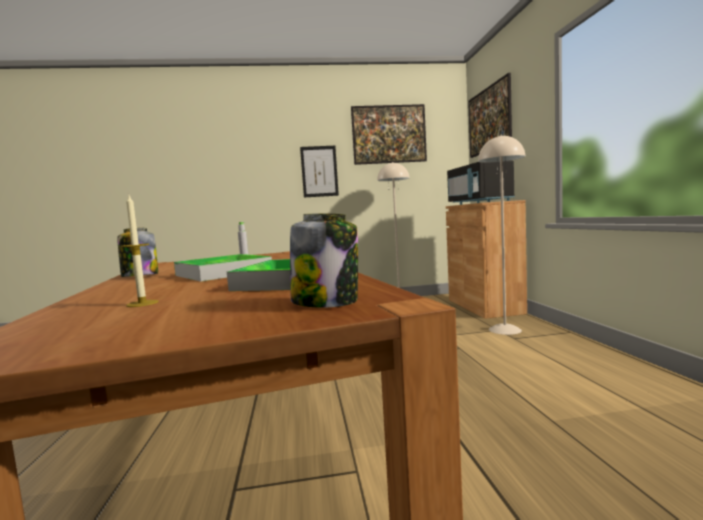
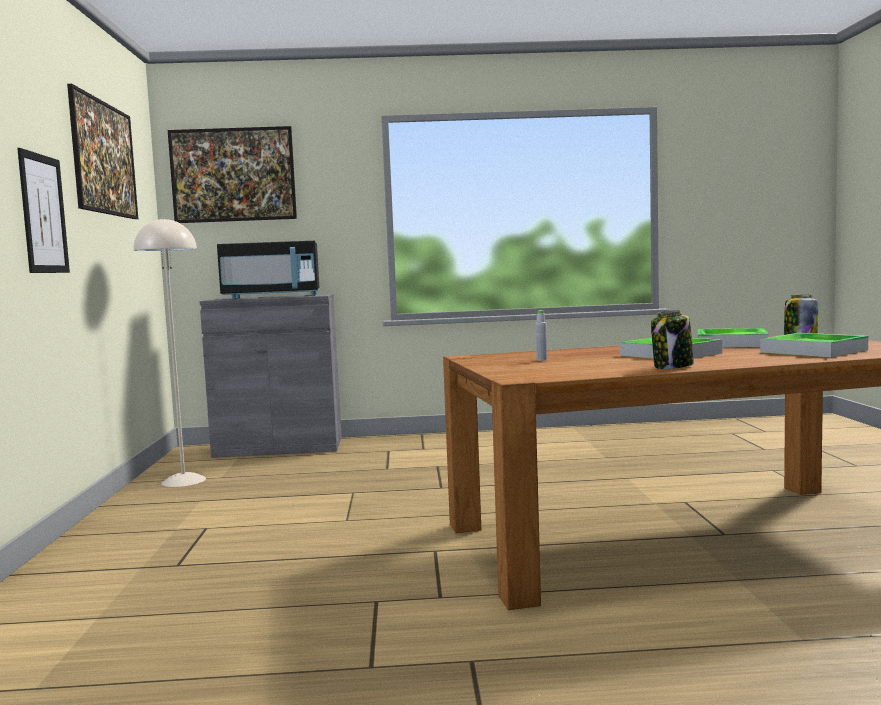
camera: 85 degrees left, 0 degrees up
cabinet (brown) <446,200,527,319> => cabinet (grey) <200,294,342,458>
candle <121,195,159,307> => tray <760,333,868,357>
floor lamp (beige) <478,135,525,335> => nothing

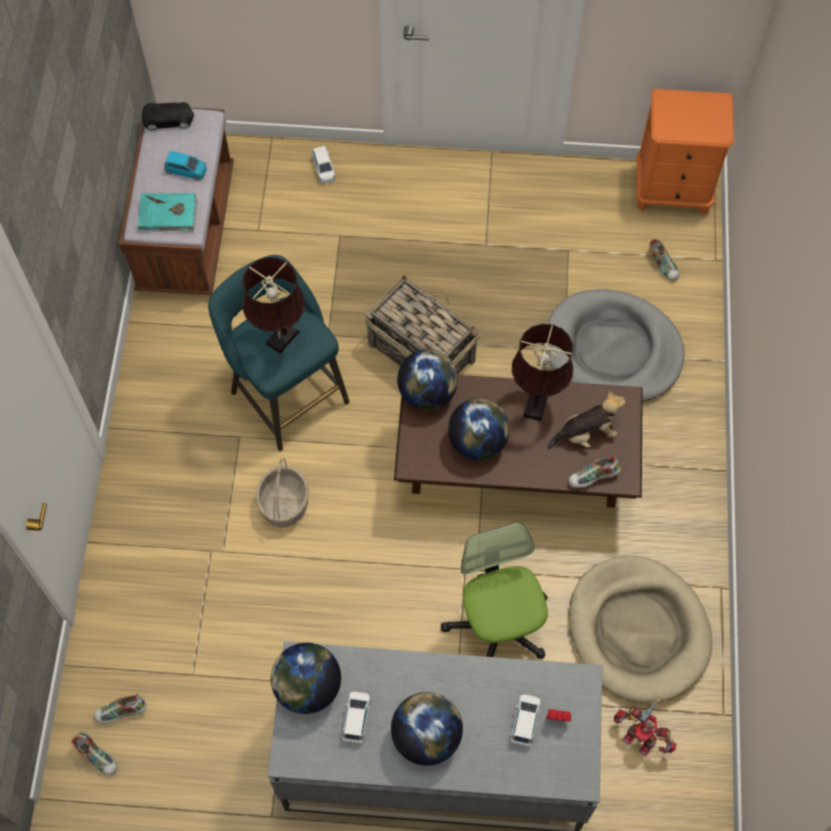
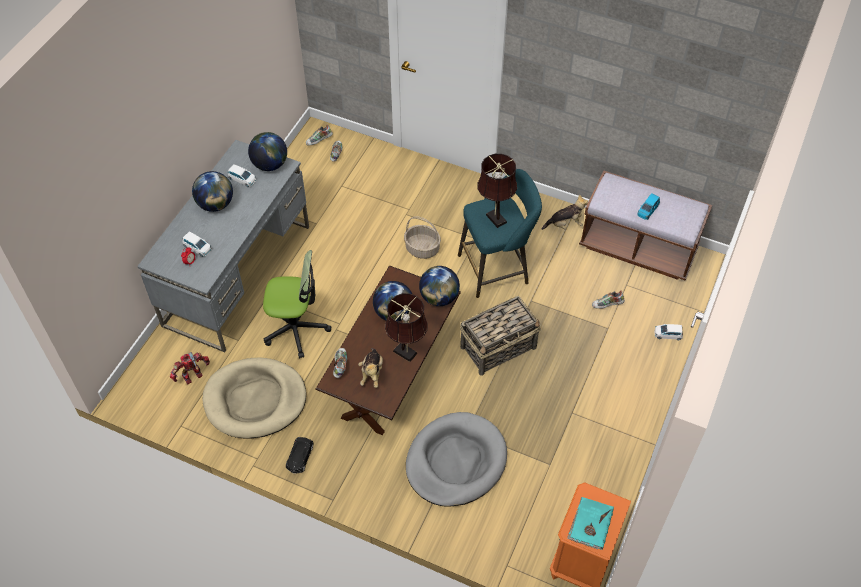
camera: 110 degrees right, 10 degrees down
toy car (black) <142,102,195,130> => toy car (black) <286,437,314,473>, move
nothing => plush toy <542,194,588,230>
book (turquoise) <138,193,198,232> => book (turquoise) <567,497,614,550>, move
shoe <650,239,679,281> => shoe <592,290,625,309>, move

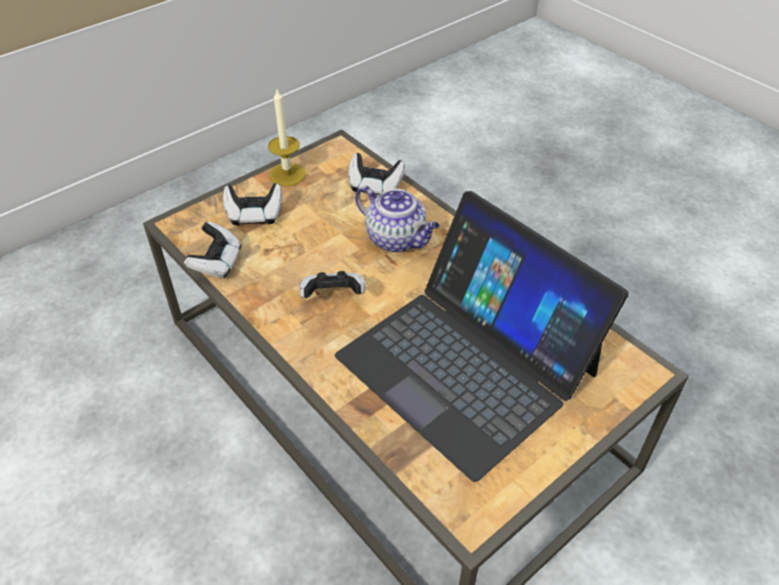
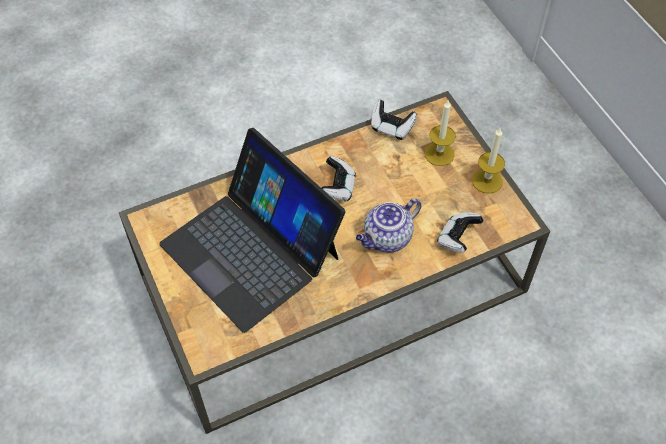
camera: 105 degrees right, 10 degrees up
laptop <335,191,629,482> => laptop <159,128,345,333>, 105 degrees counterclockwise
game controller <223,183,282,226> => candle <425,101,456,166>

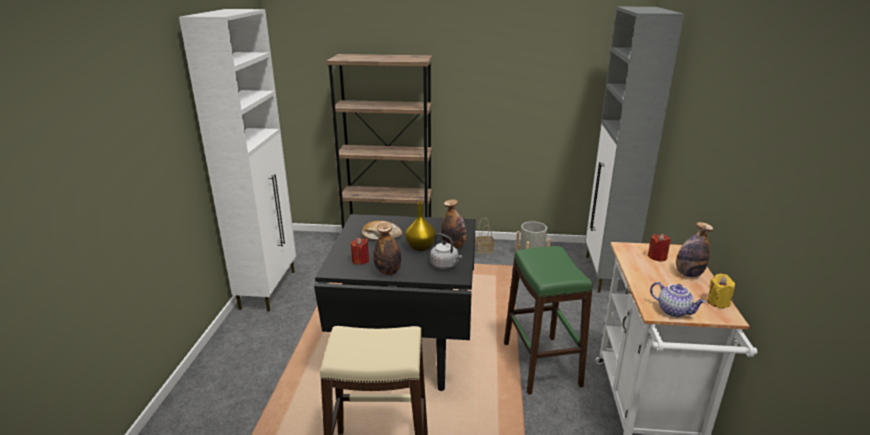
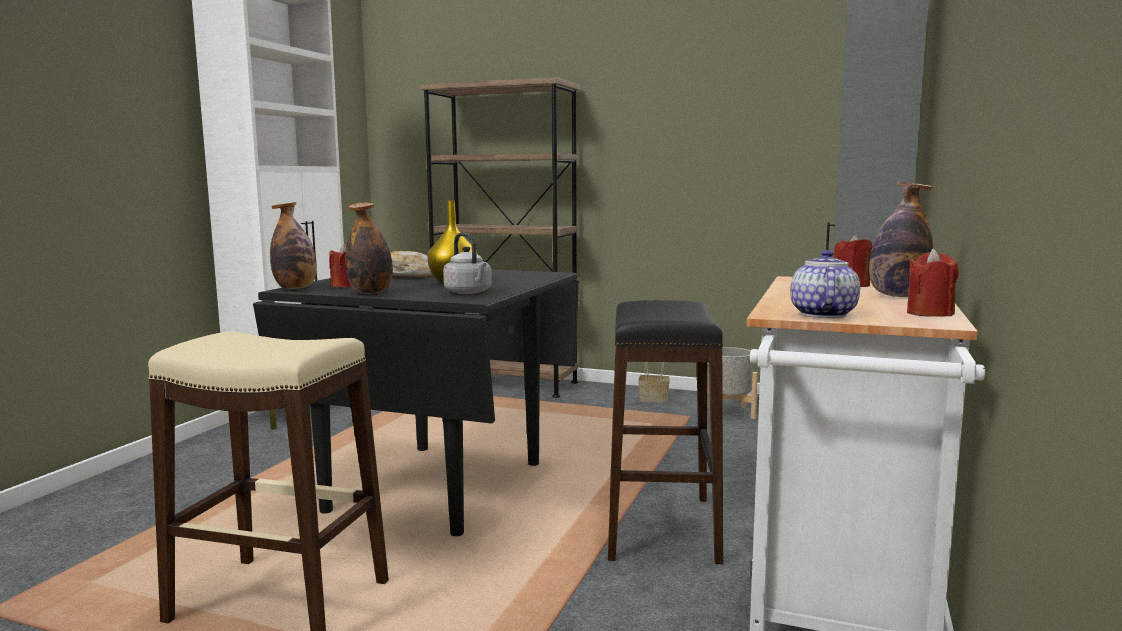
camera: 15 degrees right, 15 degrees down
bottle <441,199,466,248> => bottle <270,202,317,289>, move
stool (green) <504,246,593,395> => stool (black) <608,300,723,564>
teapot <650,282,706,317> => teapot <790,250,860,318>, 135 degrees counterclockwise
candle (yellow) <707,274,735,308> => candle (red) <907,249,959,317>

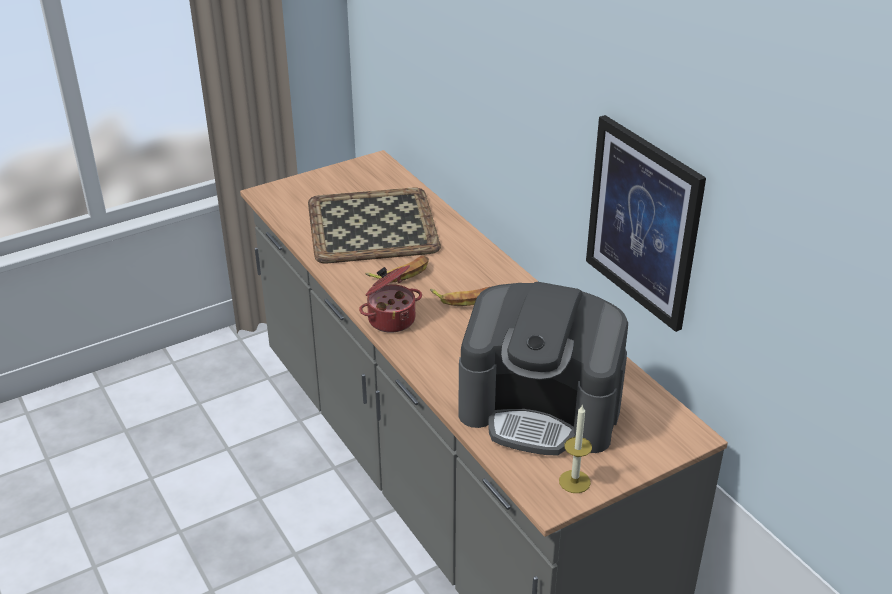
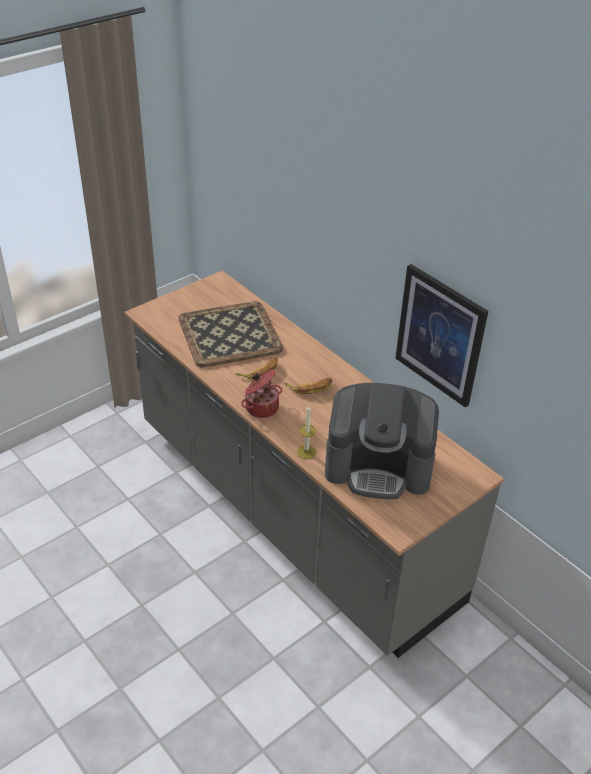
camera: 10 degrees left, 5 degrees up
candle <559,404,592,493> => candle <297,406,316,459>, move

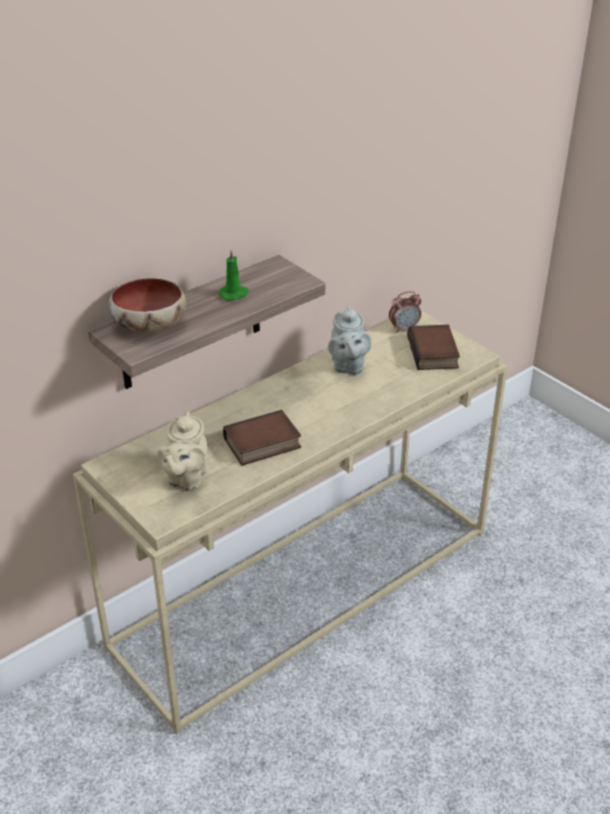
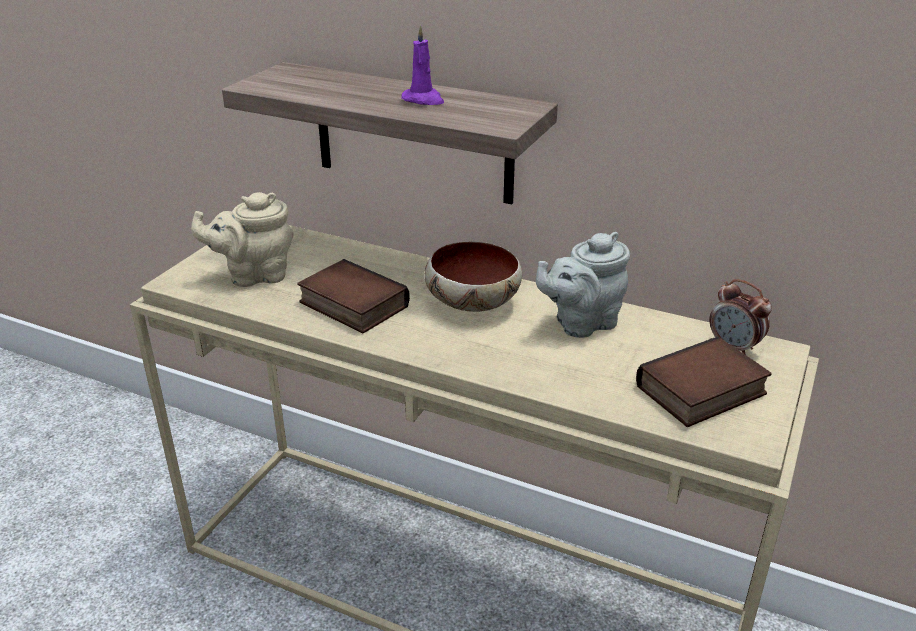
camera: 65 degrees right, 5 degrees down
candle (green) <219,249,249,301> => candle (purple) <401,25,444,105>
bowl <109,278,186,332> => bowl <425,241,522,312>, move

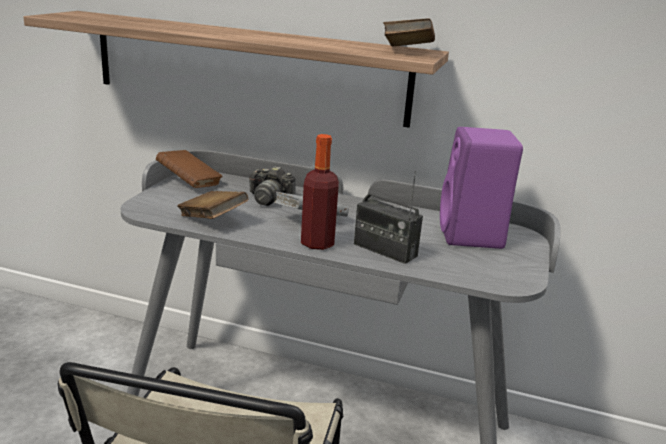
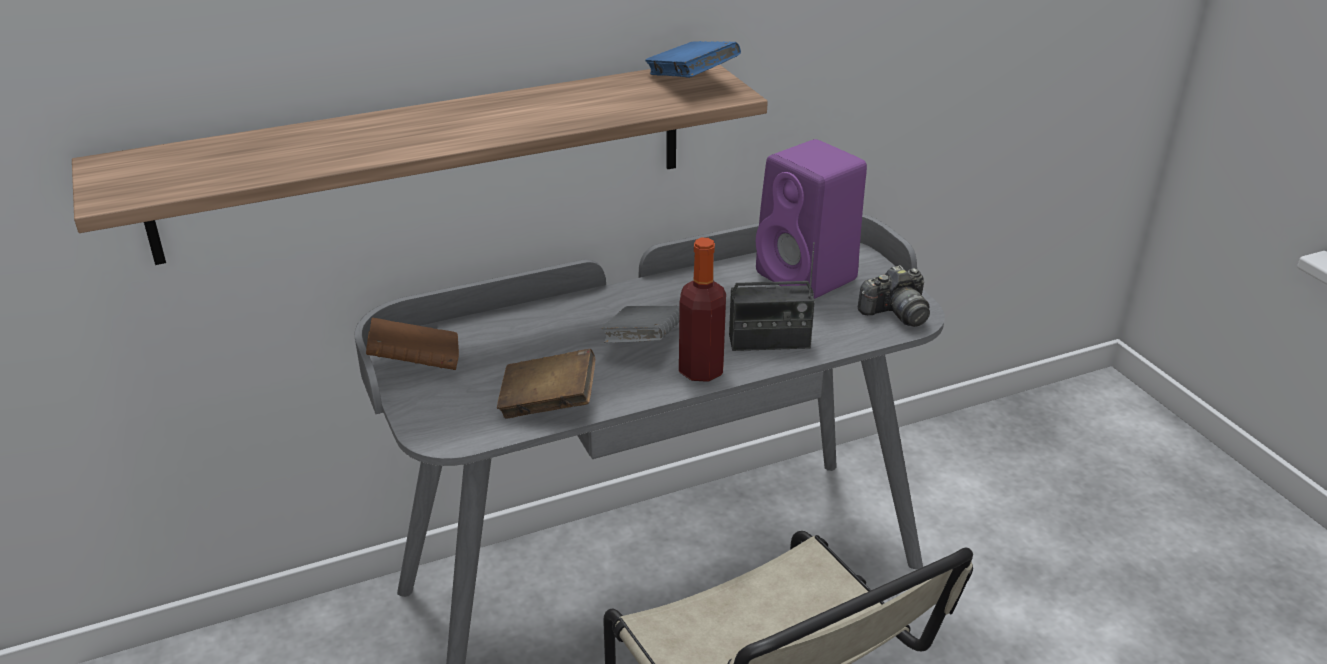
camera: 40 degrees left, 10 degrees up
book (brown) <383,18,435,46> => book (blue) <645,41,741,78>
photo camera <249,166,295,206> => photo camera <858,265,930,327>, move

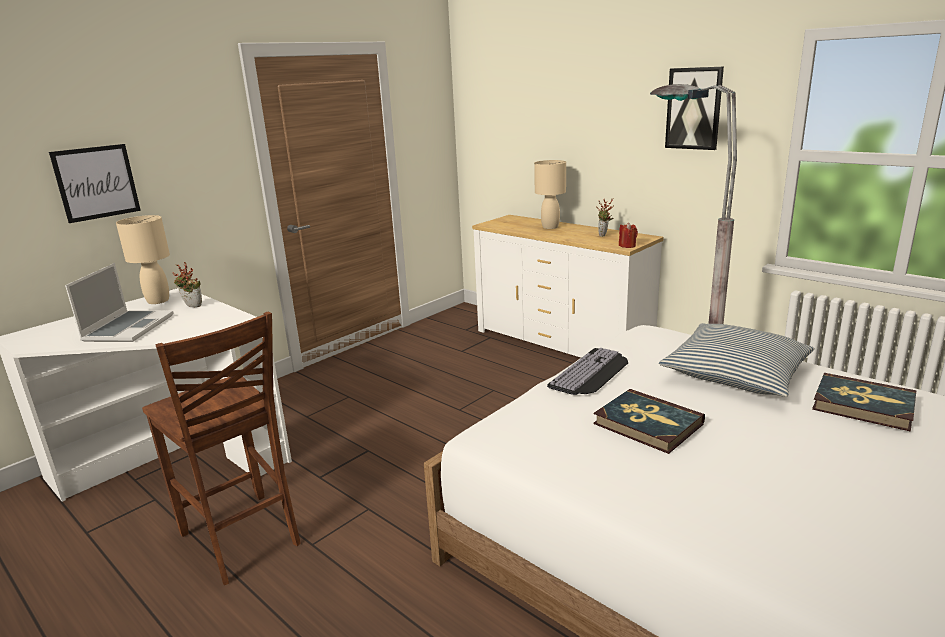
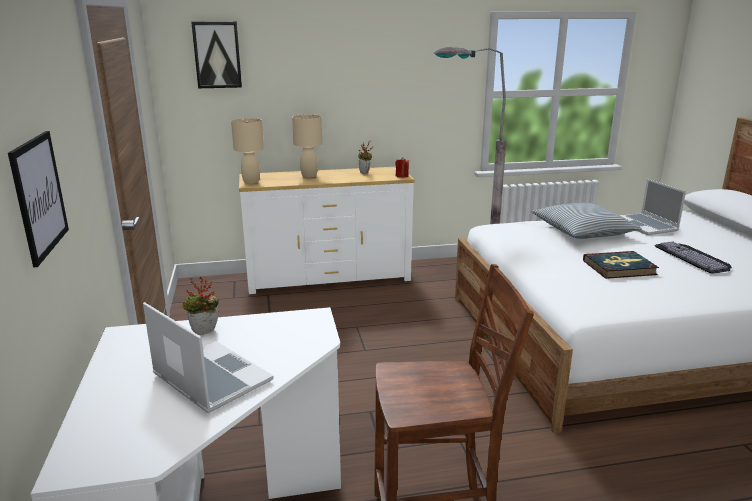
camera: 55 degrees left, 0 degrees up
picture <665,67,724,150> => picture <191,22,242,88>, move
table lamp (beige) <116,215,170,304> => table lamp (beige) <231,118,264,184>, move
book <812,373,916,432> => laptop <621,179,686,235>
keyboard <547,348,628,395> => keyboard <655,241,732,273>, move

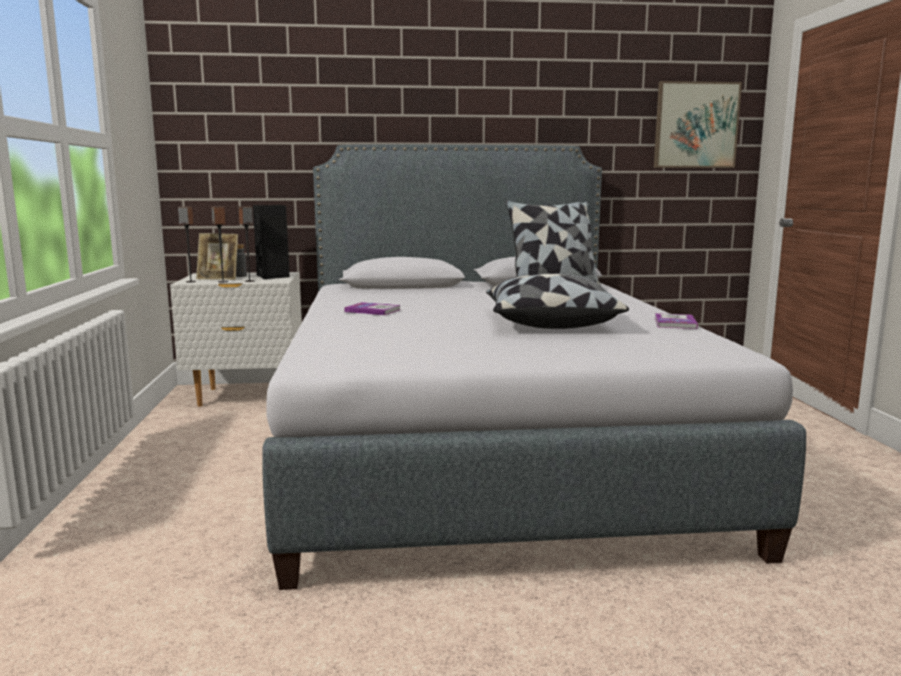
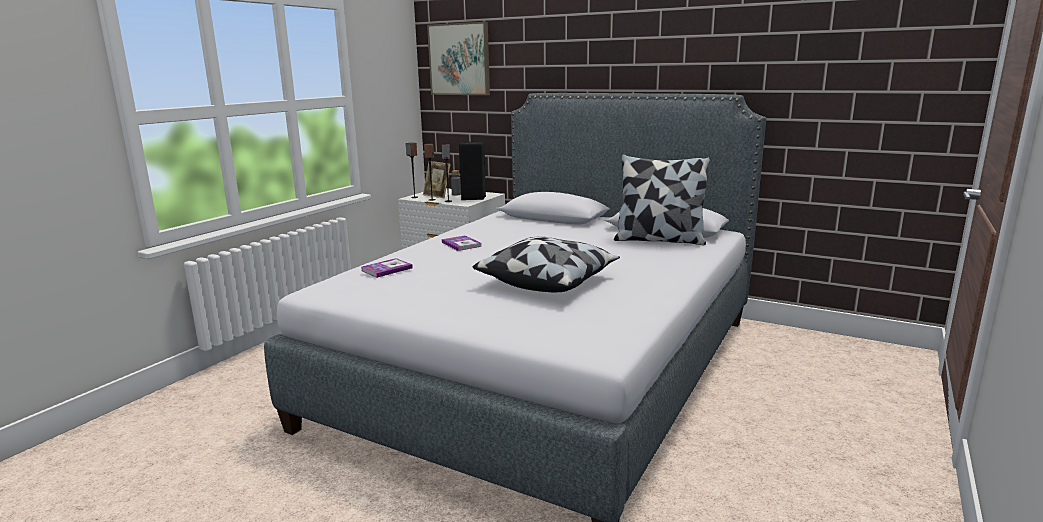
camera: 35 degrees right, 5 degrees up
book <655,313,698,329> => book <361,258,413,278>, move
picture <654,81,742,168> => picture <427,22,490,95>, move

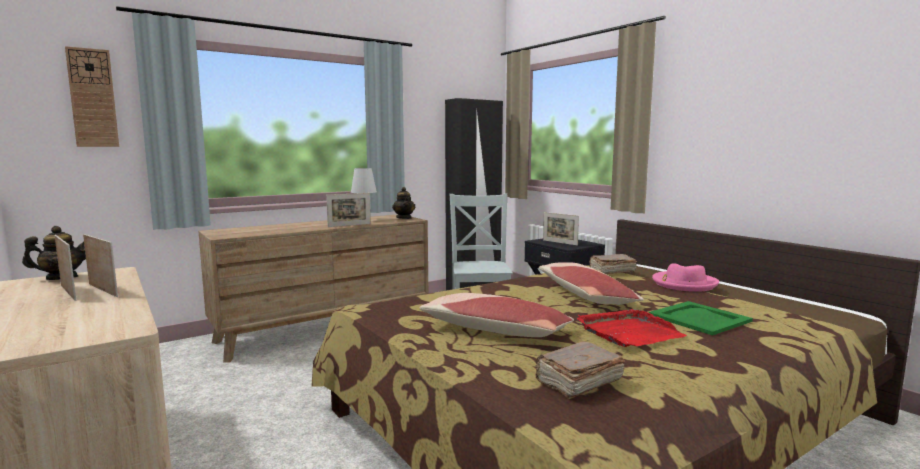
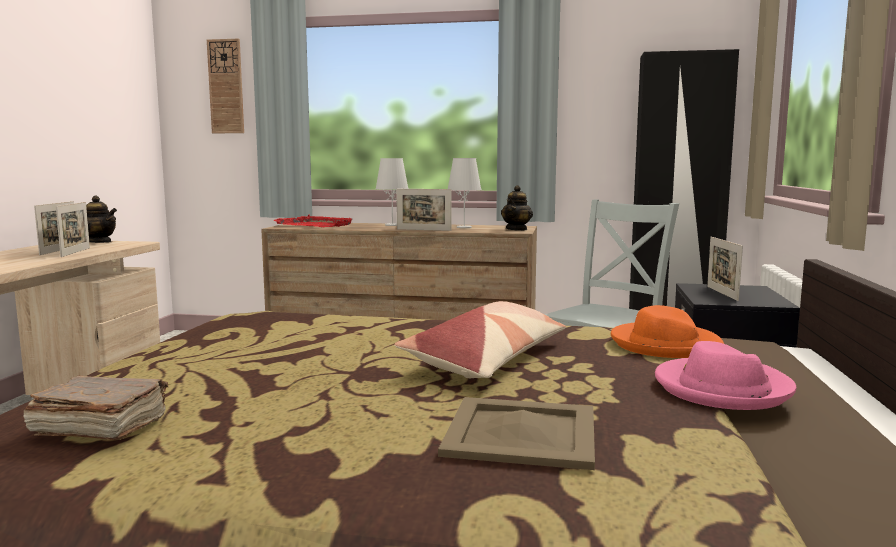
camera: 45 degrees right, 0 degrees up
tray (red) <577,309,687,347> => tray (red) <273,215,352,227>, move
nothing => table lamp (white) <375,158,409,226>
tray (green) <648,301,753,336> => tray (beige) <438,397,595,470>
book (brown) <589,254,637,274> => hat (orange) <611,305,724,358>
pillow <419,293,574,337> => nothing

